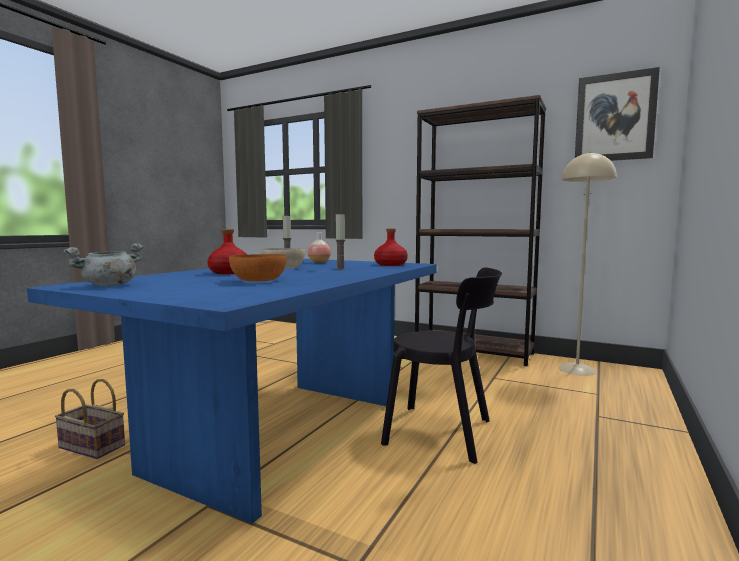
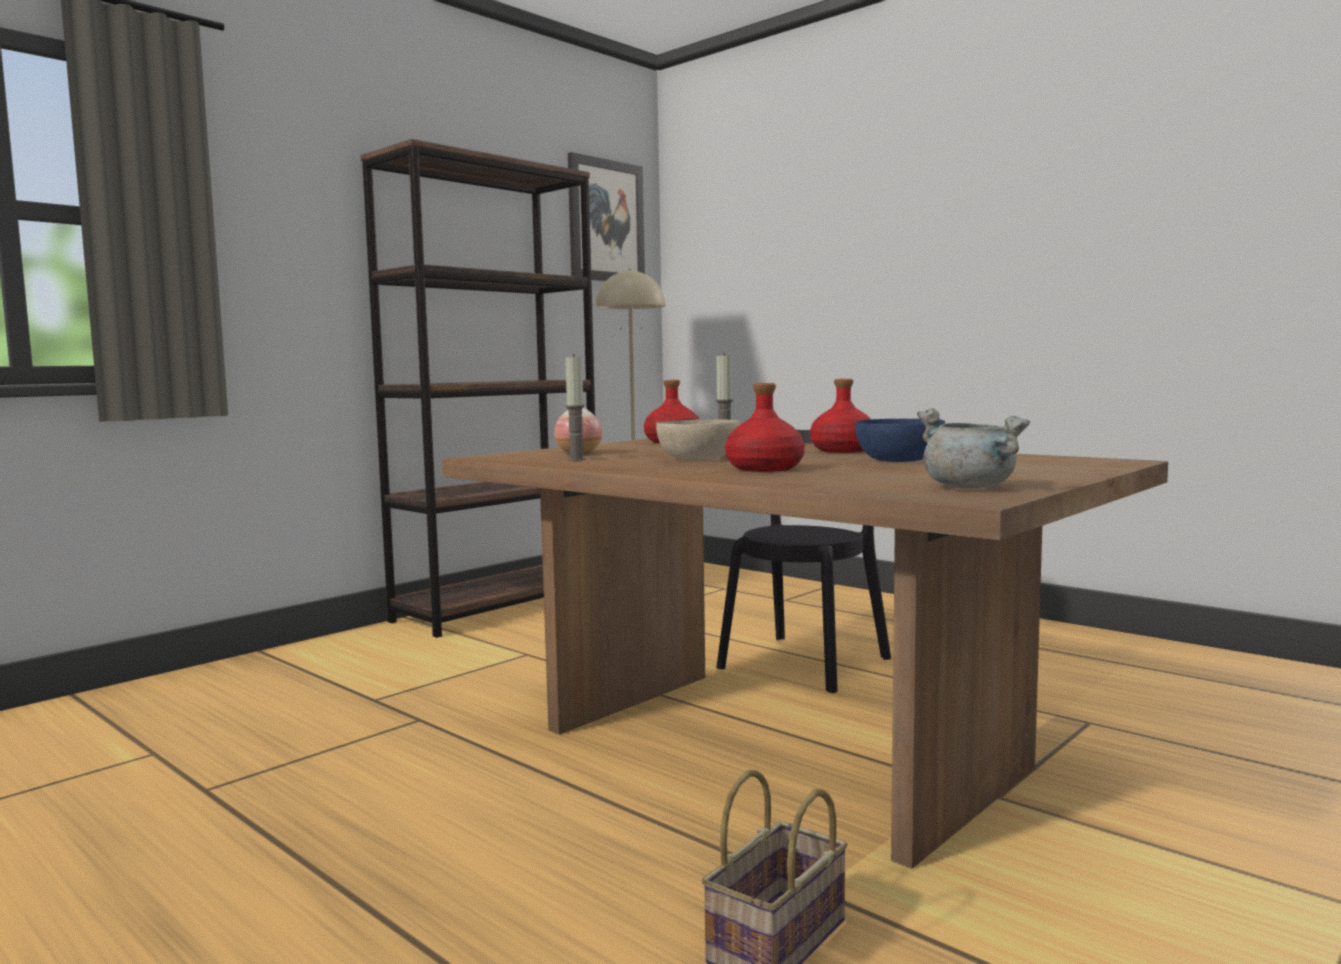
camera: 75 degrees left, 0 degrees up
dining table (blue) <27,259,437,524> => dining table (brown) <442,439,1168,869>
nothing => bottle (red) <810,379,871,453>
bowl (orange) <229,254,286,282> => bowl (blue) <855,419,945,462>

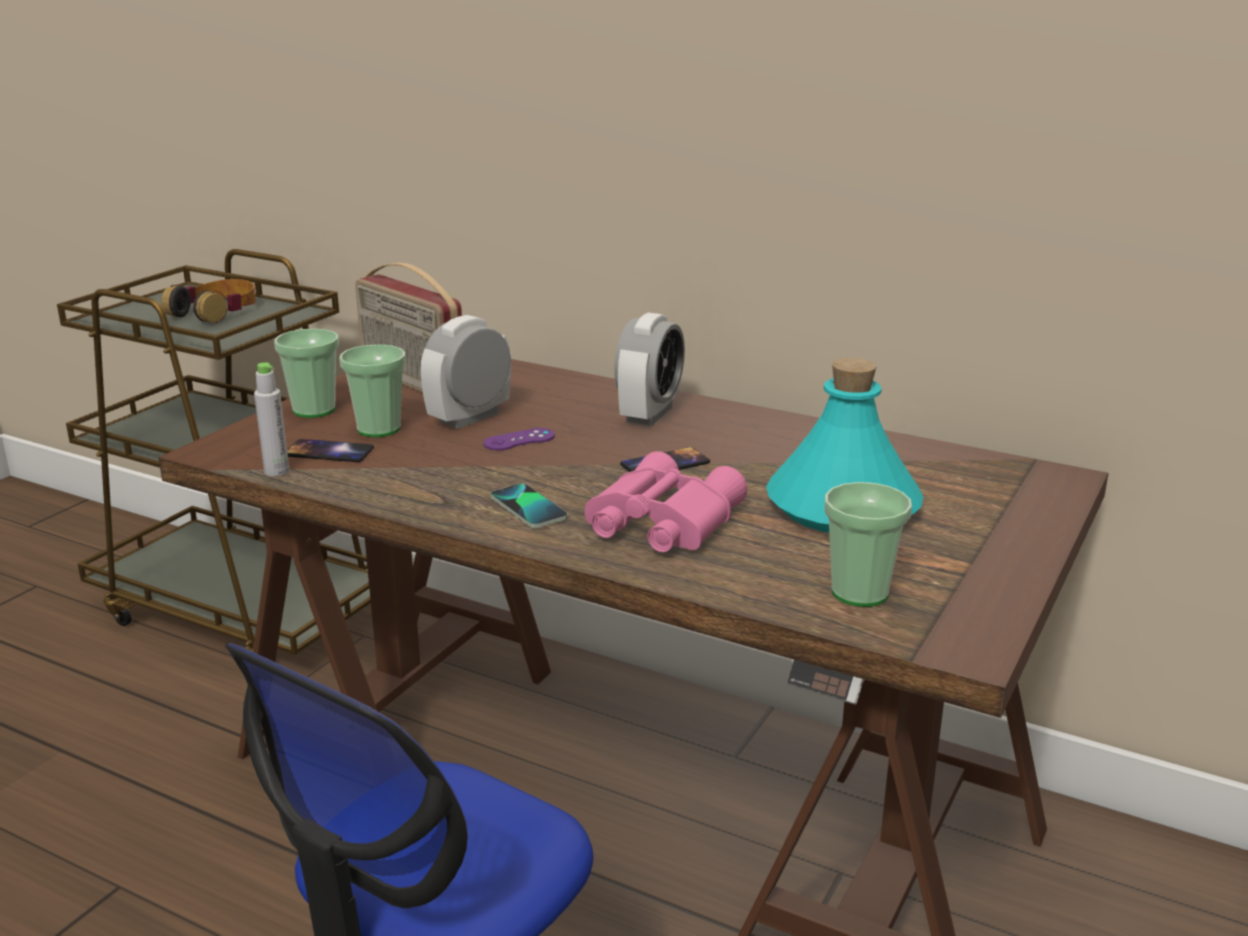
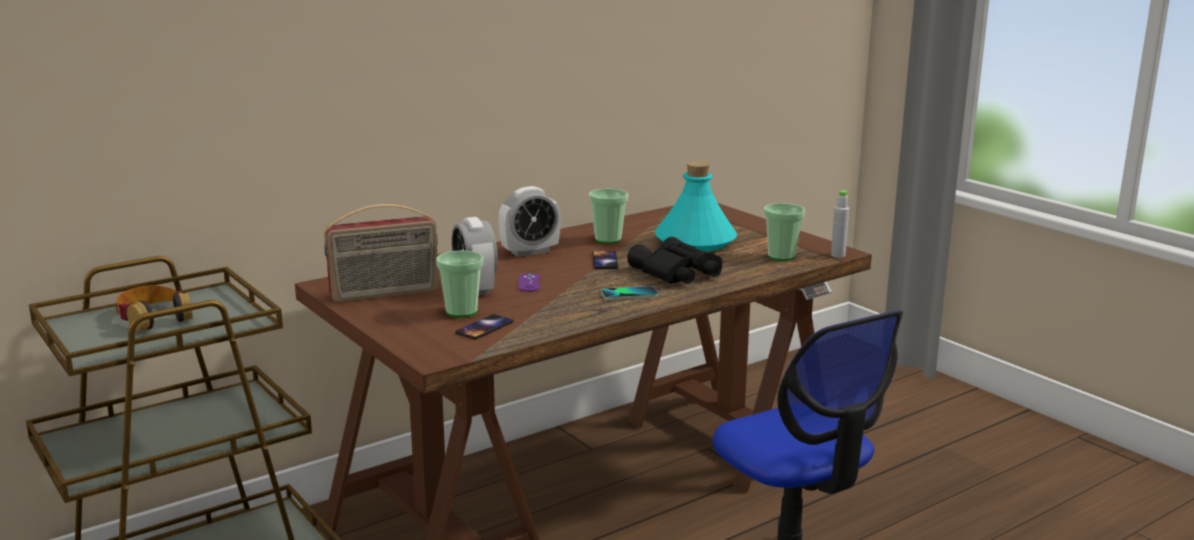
camera: 65 degrees left, 5 degrees down
alarm clock <614,312,685,426> => alarm clock <498,186,561,257>, 105 degrees clockwise
cup <274,329,339,418> => cup <589,189,628,244>, move
binoculars (pink) <585,451,747,552> => binoculars (black) <627,237,722,284>
bottle (grey) <254,362,289,476> => bottle (grey) <831,190,849,257>, move

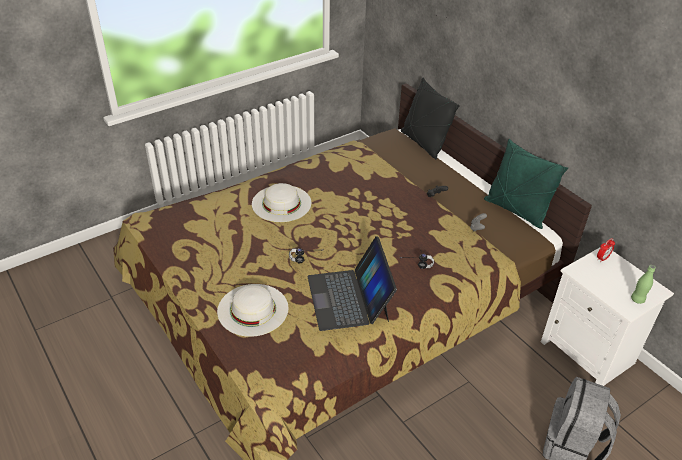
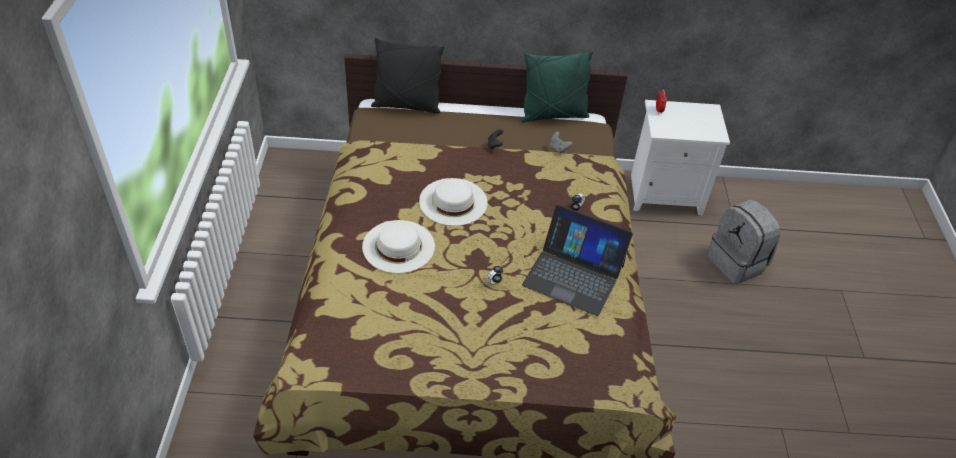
camera: 55 degrees left, 5 degrees up
hat (white) <217,284,289,337> => hat (white) <419,178,487,226>, move
bottle (green) <631,265,656,304> => nothing

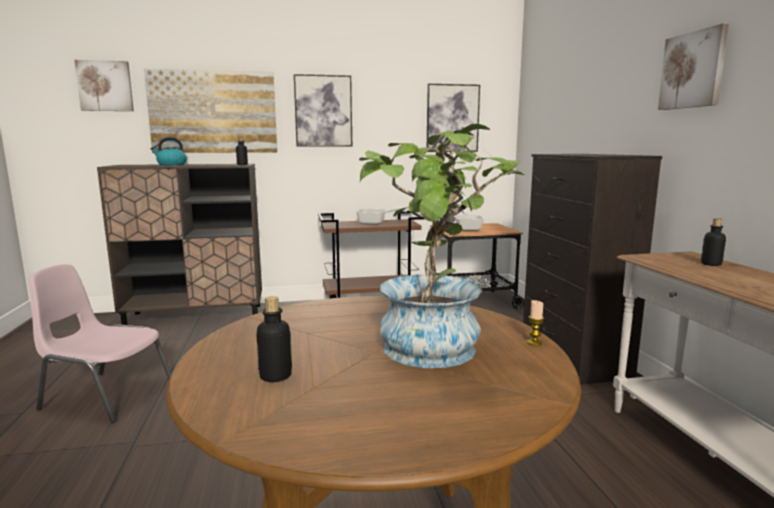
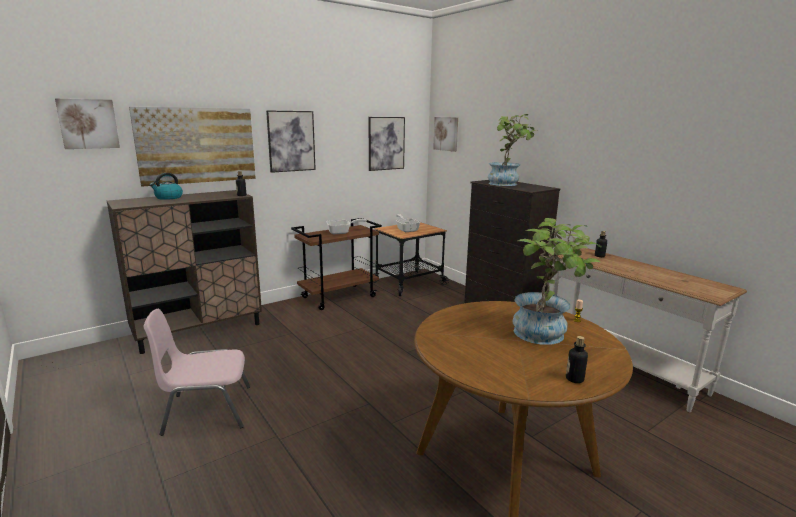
camera: 25 degrees left, 5 degrees up
picture <658,23,729,110> => picture <433,117,458,152>, move
nothing => potted plant <488,114,539,186>
bottle <256,296,292,382> => bottle <566,336,588,383>, move

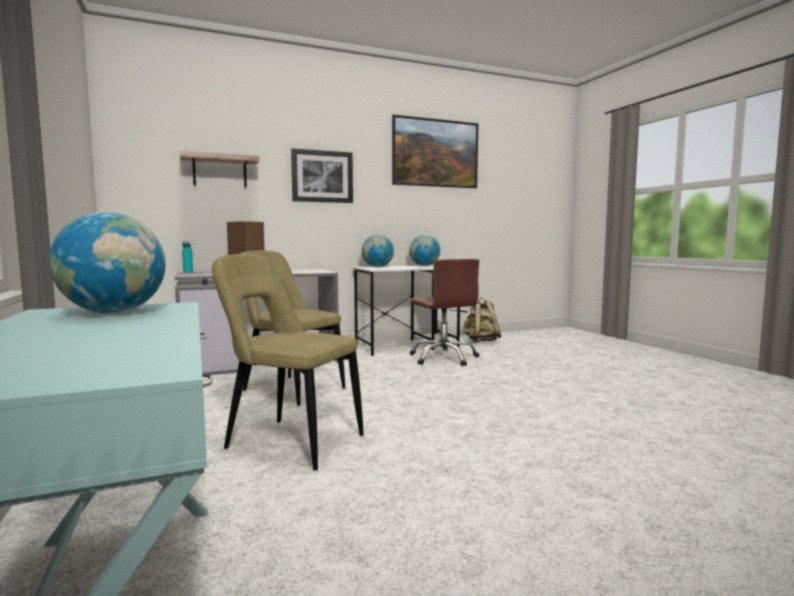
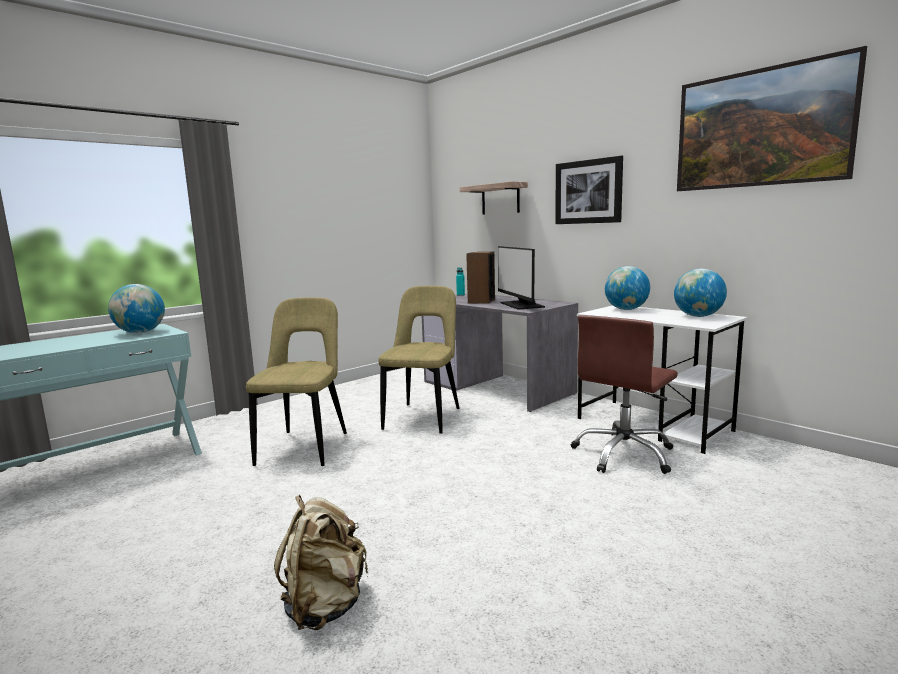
camera: 70 degrees right, 5 degrees up
backpack (beige) <464,298,501,343> => backpack (beige) <274,495,369,630>, move
nothing => monitor <498,246,545,310>

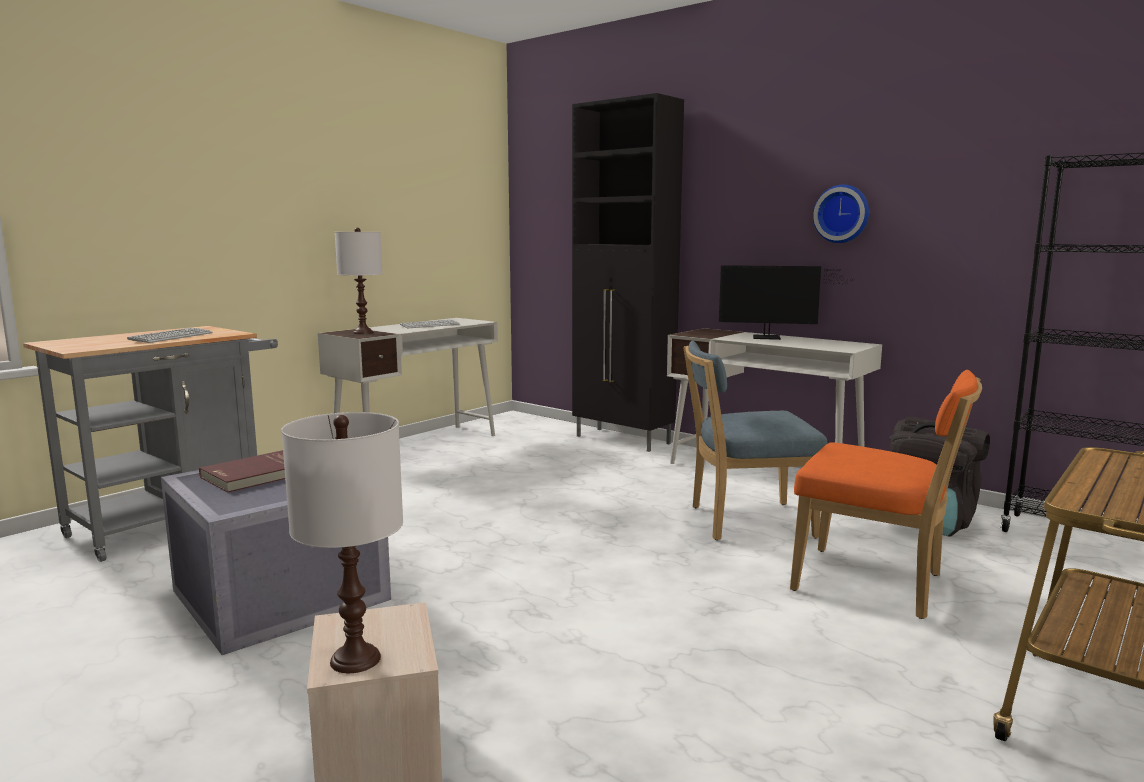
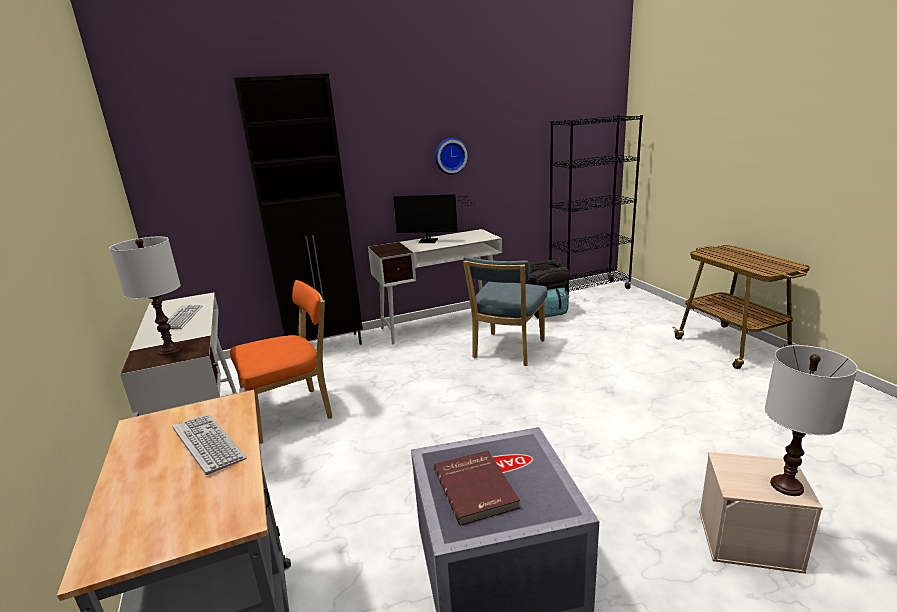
camera: 60 degrees left, 10 degrees up
chair (orange) <790,370,982,619> => chair (orange) <230,280,332,444>, move
monitor <719,265,849,340> => monitor <393,194,472,243>, 60 degrees clockwise

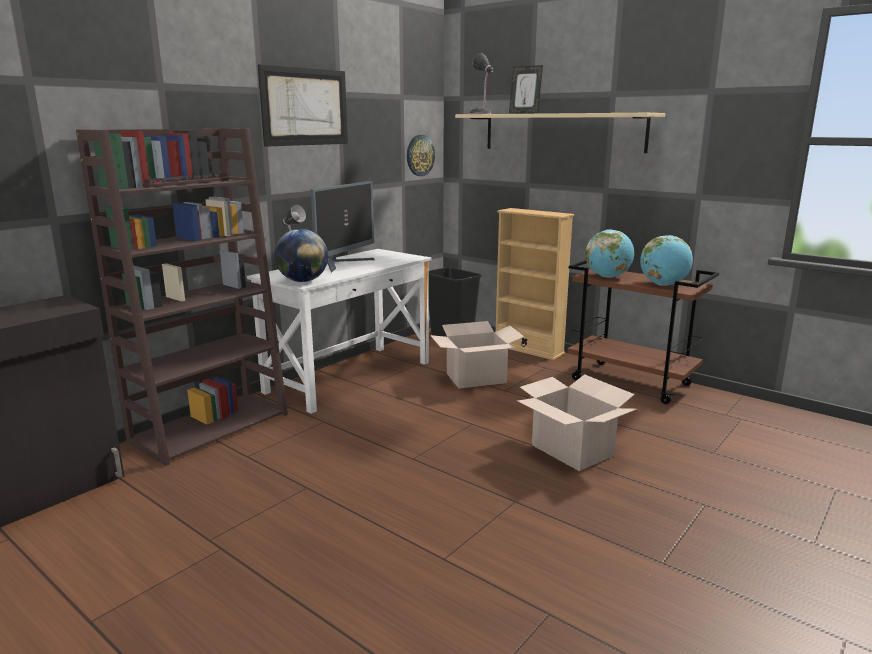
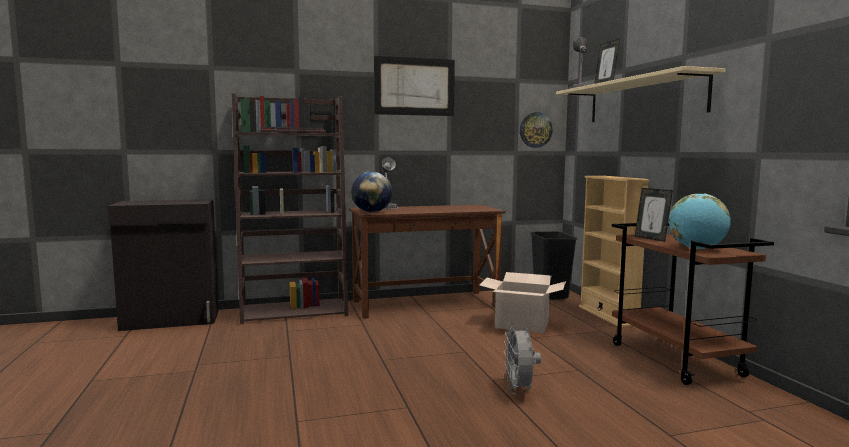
camera: 35 degrees right, 10 degrees down
desk (white) <247,249,432,414> => desk (brown) <349,205,505,319>
cardboard box <517,374,637,471> => fan (grey) <504,323,541,395>
globe <586,229,634,278> => picture frame <635,188,673,242>
monitor <310,181,375,273> => nothing

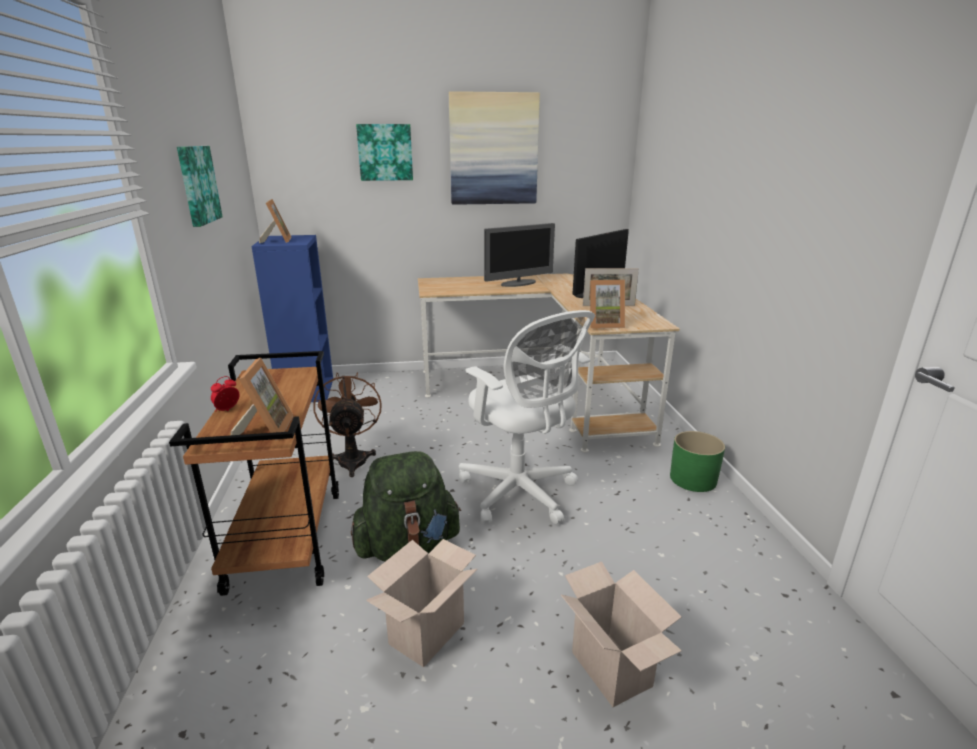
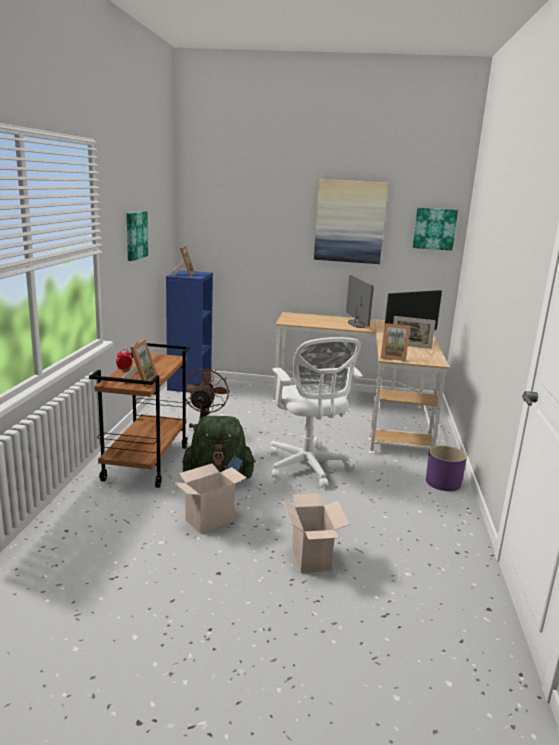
camera: 15 degrees right, 5 degrees down
monitor <484,223,555,287> => monitor <346,275,374,328>, 90 degrees counterclockwise
picture <356,124,413,181> => picture <413,208,458,251>, move
planter (green) <670,431,725,492> => planter (purple) <426,445,467,491>

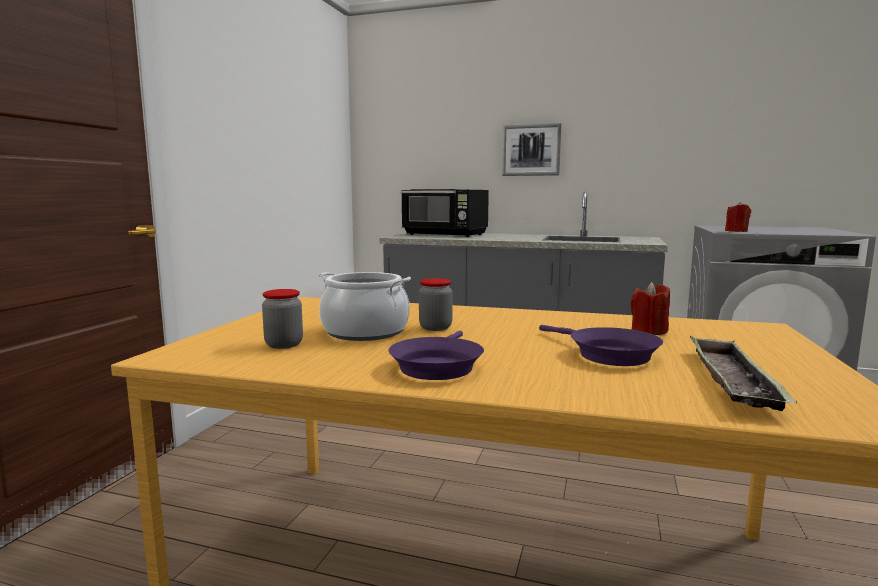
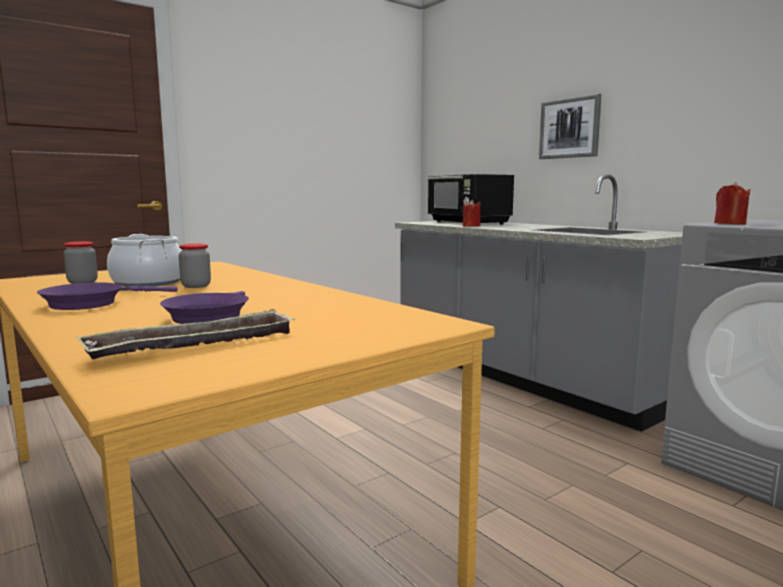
camera: 35 degrees right, 0 degrees up
candle (red) <631,282,670,335> => candle (red) <463,200,481,226>, move

